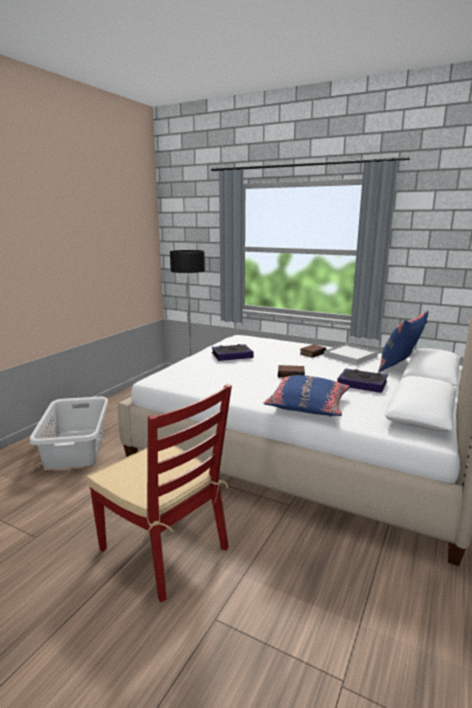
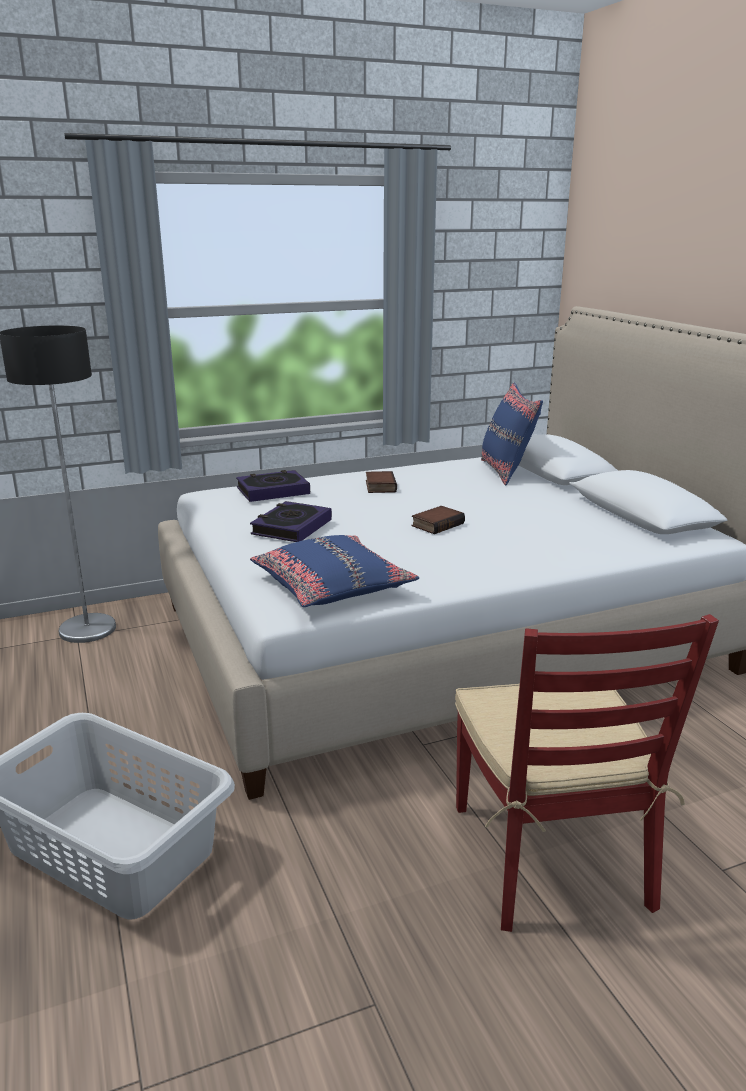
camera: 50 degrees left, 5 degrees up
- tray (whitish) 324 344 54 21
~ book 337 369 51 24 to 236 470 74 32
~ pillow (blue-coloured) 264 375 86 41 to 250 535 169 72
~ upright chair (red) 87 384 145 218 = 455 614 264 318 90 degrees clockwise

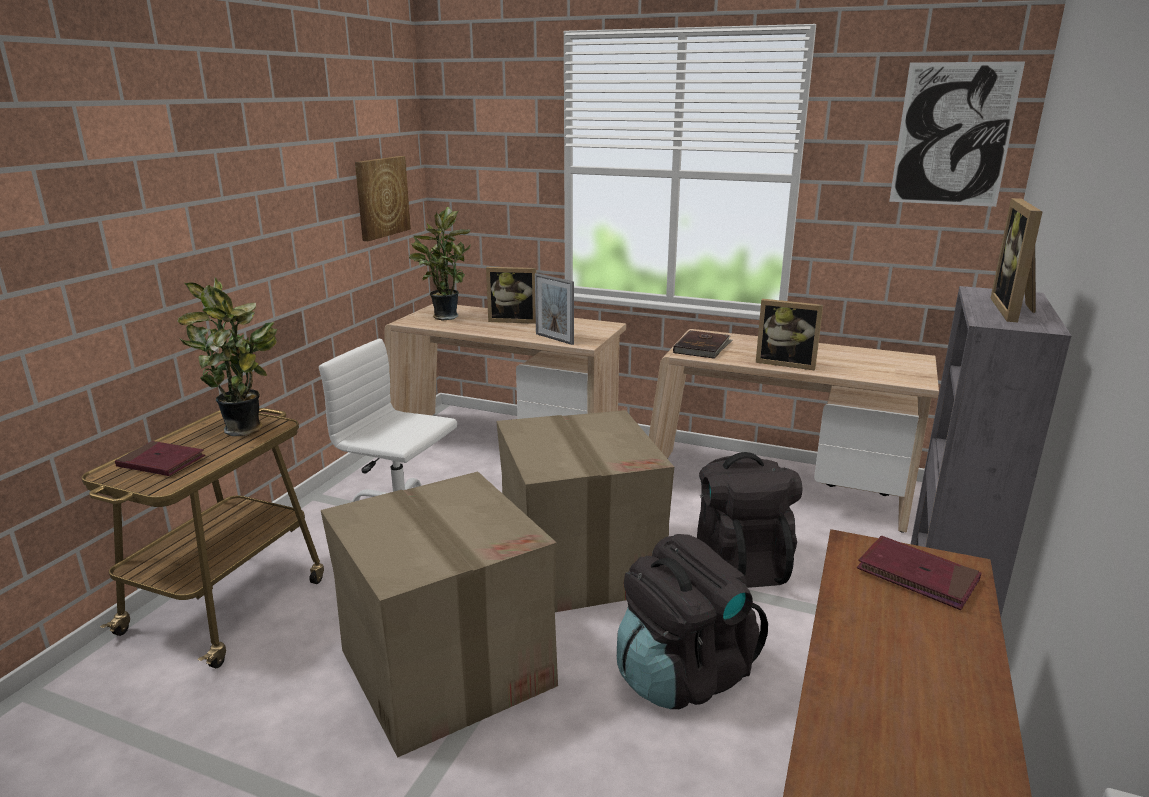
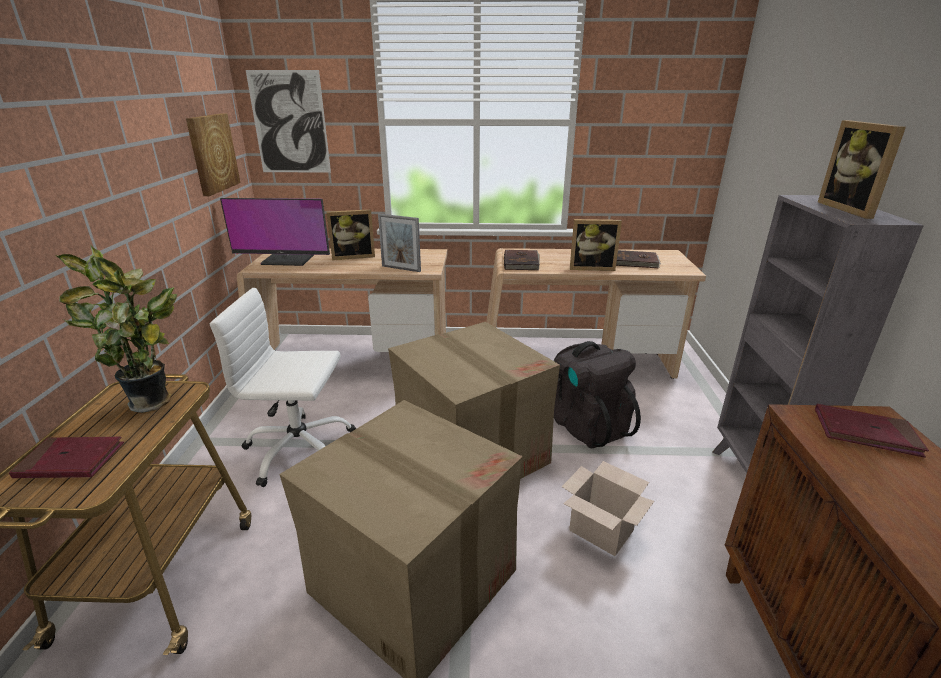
camera: 20 degrees left, 5 degrees up
~ picture 889 61 136 146 to 246 70 85 103
~ plant in a pot 409 207 62 114 to computer screen 220 198 110 68
~ backpack (blackish) 617 534 151 175 to carton 562 461 92 95
+ book (brownish) 616 250 45 18

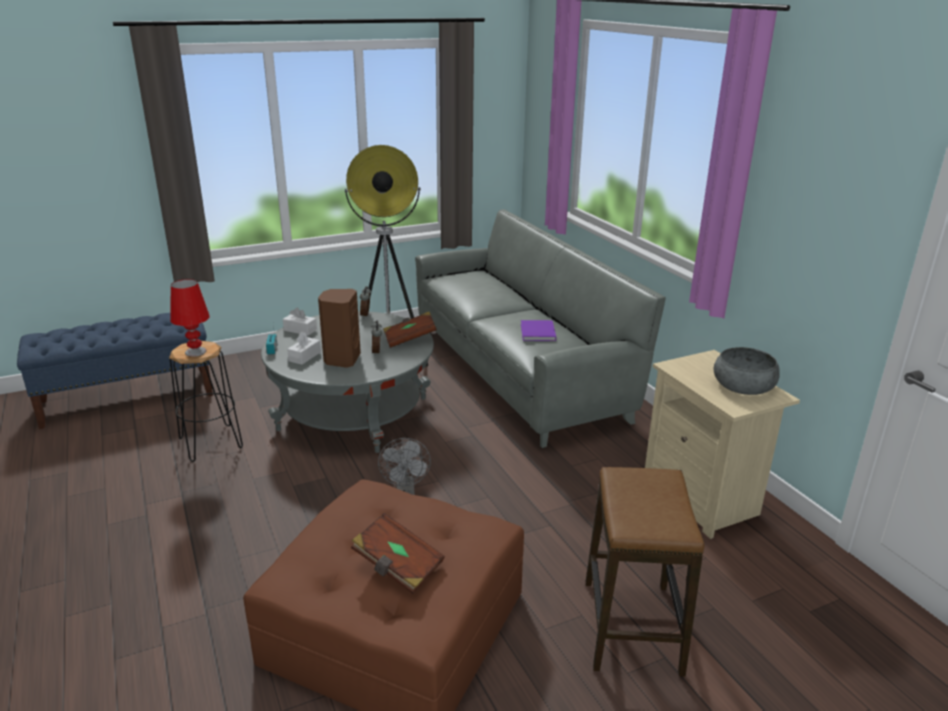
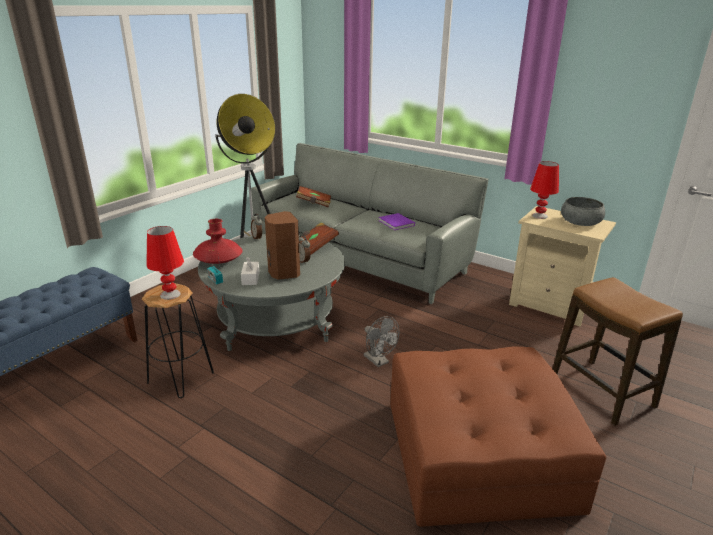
camera: 30 degrees left, 0 degrees up
~ box of tissues (whitish) 283 307 34 29 to vase (red) 193 219 50 45
~ book (brownish) 351 513 94 81 to 296 186 35 22
+ table lamp (red) 530 161 29 58

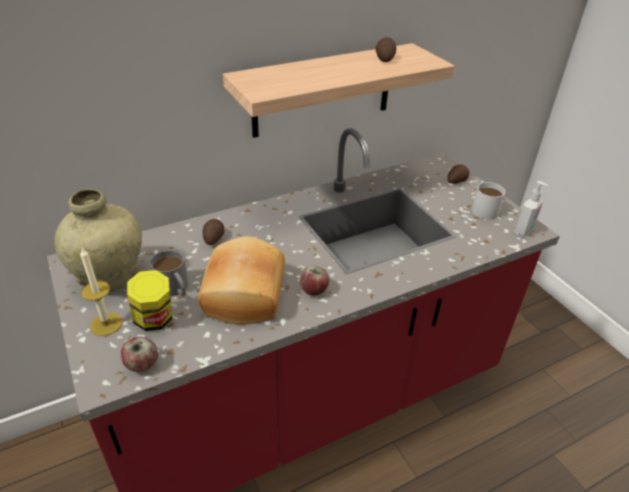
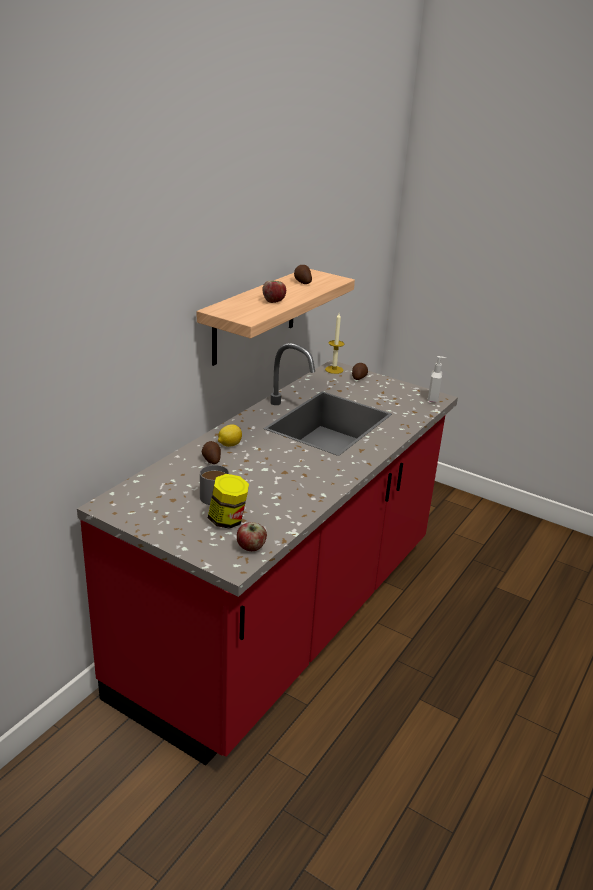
camera: 30 degrees left, 10 degrees down
- coffee mug (whitish) 472 182 33 38
- vase (beige-coloured) 54 189 88 103
- bread 198 236 87 89
~ candle 80 248 42 88 to 325 314 19 60
~ apple 300 266 29 30 to 262 280 24 23
+ whole lemon 218 424 24 23

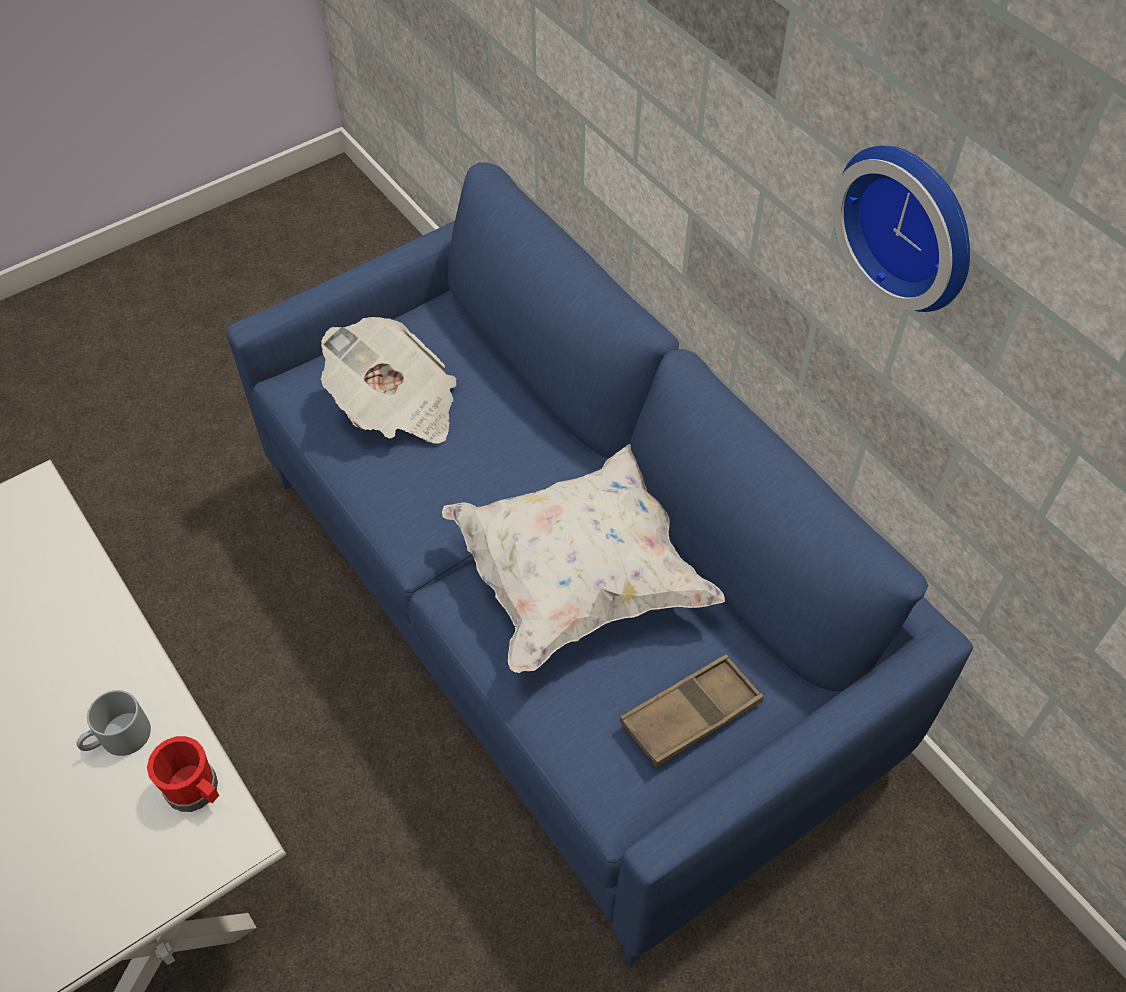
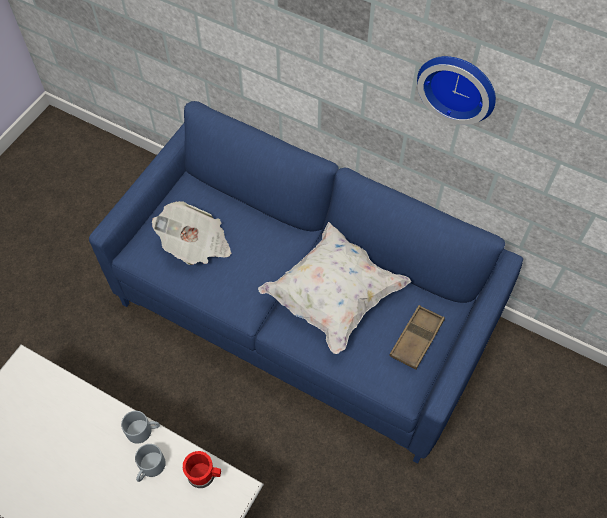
camera: 25 degrees left, 5 degrees up
+ coffee mug (greyish) 121 411 39 32

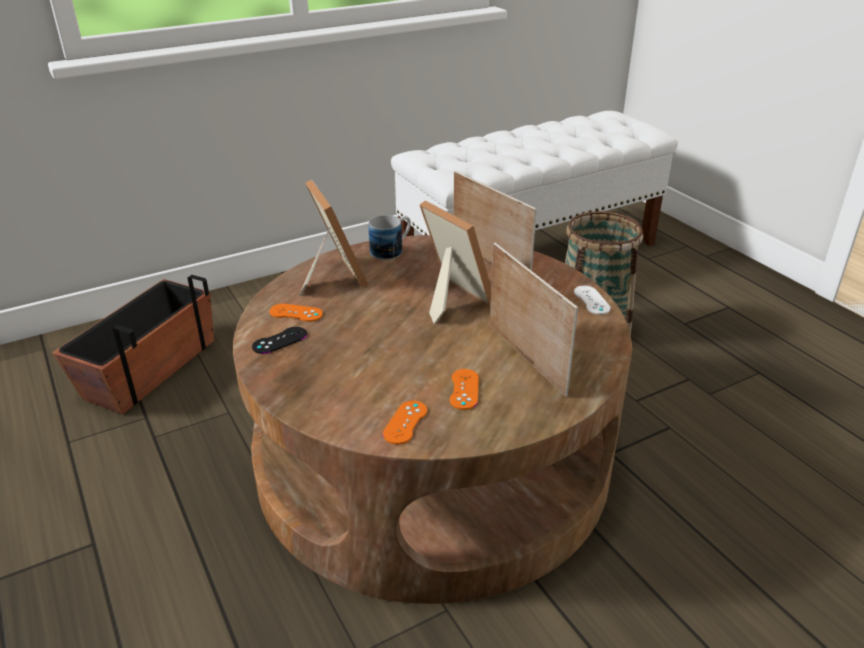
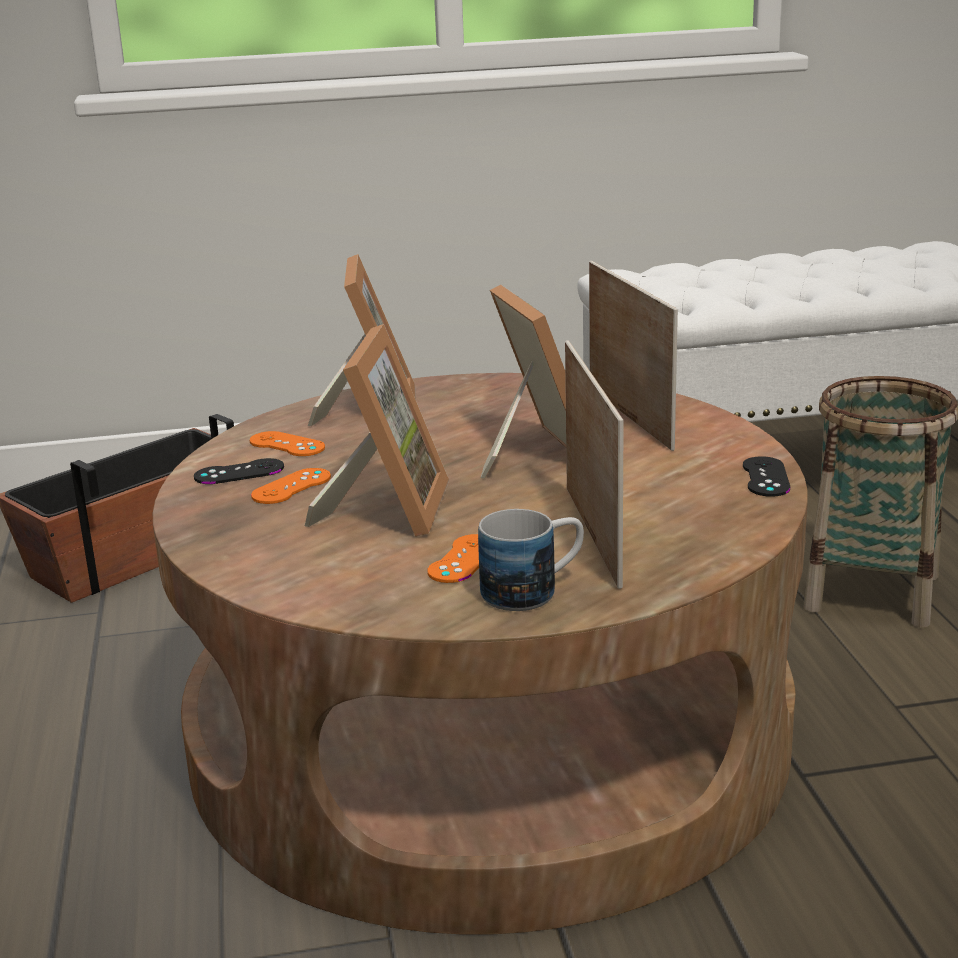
camera: 20 degrees right, 10 degrees down
~ coffee mug 369 215 42 45 to 478 509 106 102
~ joypad (whitish) 574 286 37 29 to joypad (blackish) 743 456 47 41
~ joypad (orangey) 383 401 44 43 to 251 468 80 36
+ photo frame 305 324 144 213

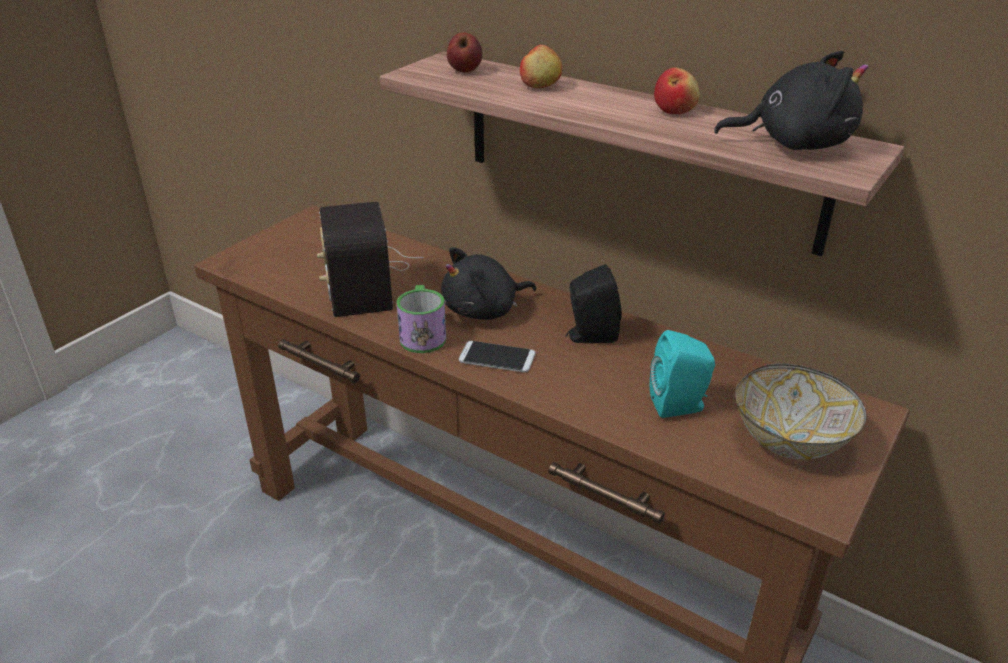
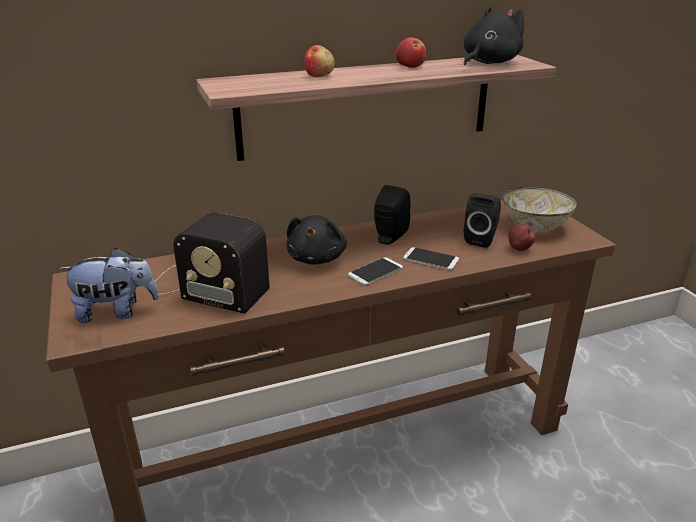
camera: 55 degrees left, 5 degrees down
~ apple 447 32 35 41 to 508 225 28 26
- coffee mug 397 285 49 68
~ speaker (turquoise) 650 330 65 88 to speaker (blackish) 464 193 37 55
+ telephone 403 247 56 23
+ cuddly toy 59 248 100 75

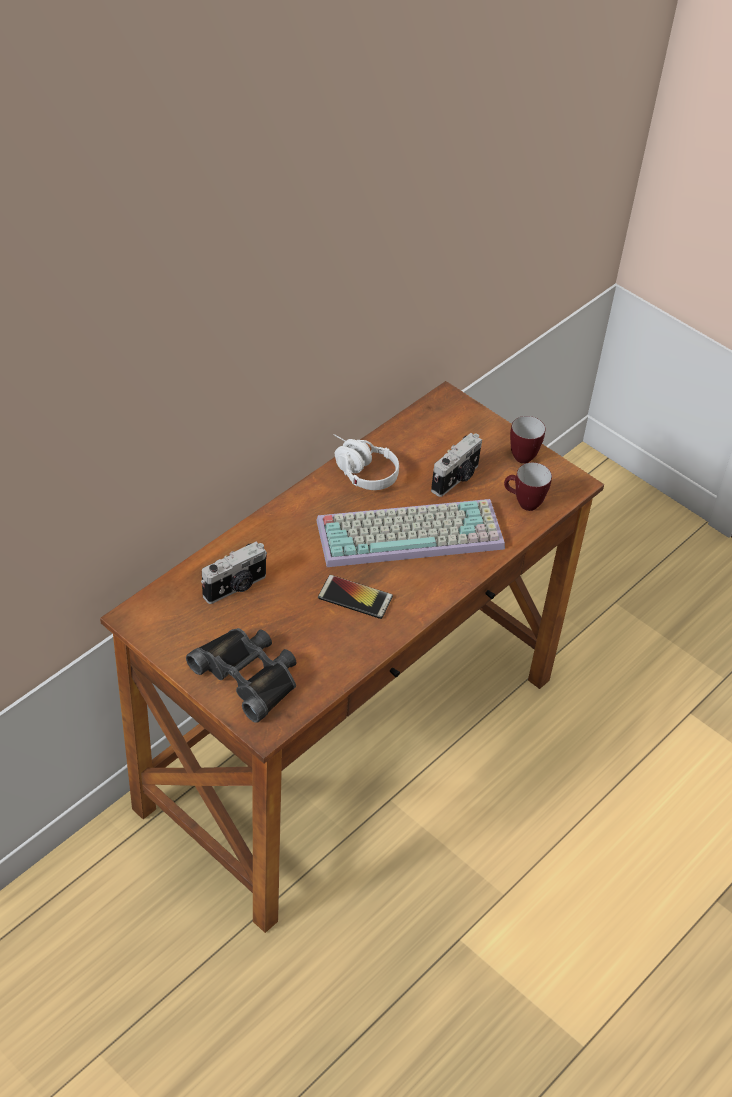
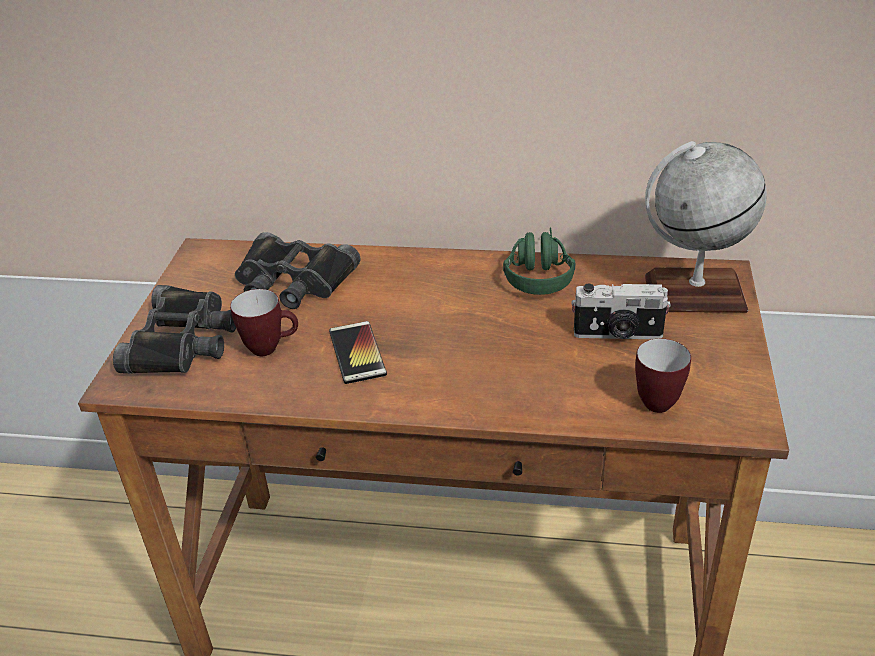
camera: 60 degrees right, 10 degrees down
~ coffee mug 510 416 35 48 to 230 289 68 67
~ headset (whitish) 333 434 66 56 to headset (green-coloured) 503 227 73 68
- PC keyboard 316 499 189 68
~ still camera 201 541 66 63 to field glasses (blackish) 235 232 126 77
+ globe 645 141 122 172

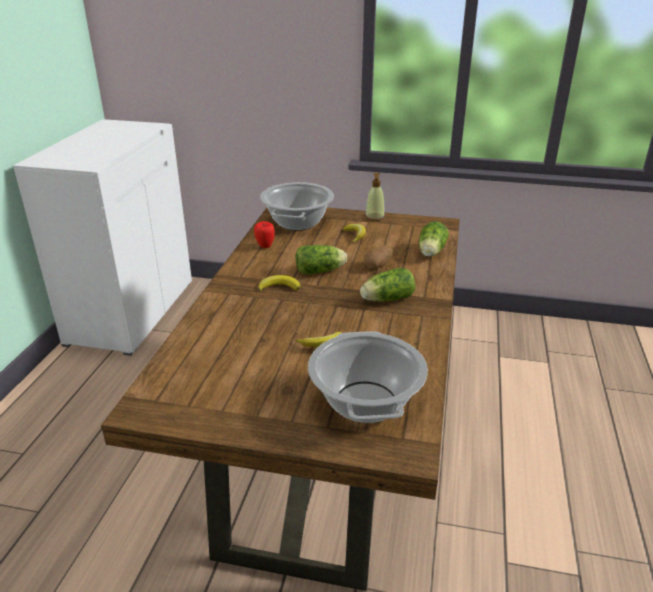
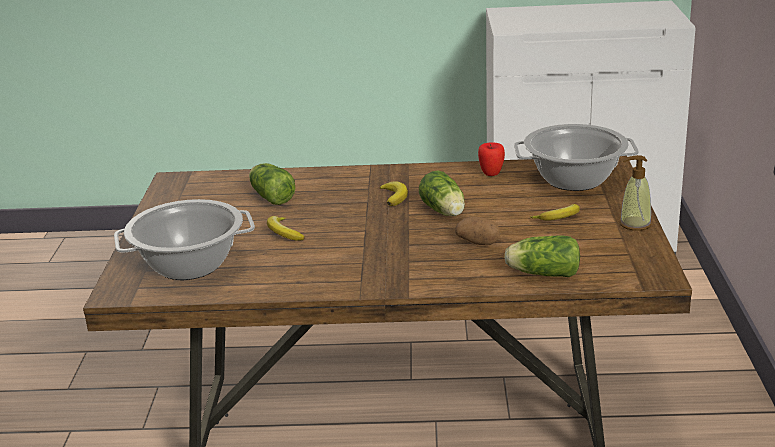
camera: 80 degrees right, 5 degrees down
~ lettuce head 360 268 55 34 to 249 163 46 42

